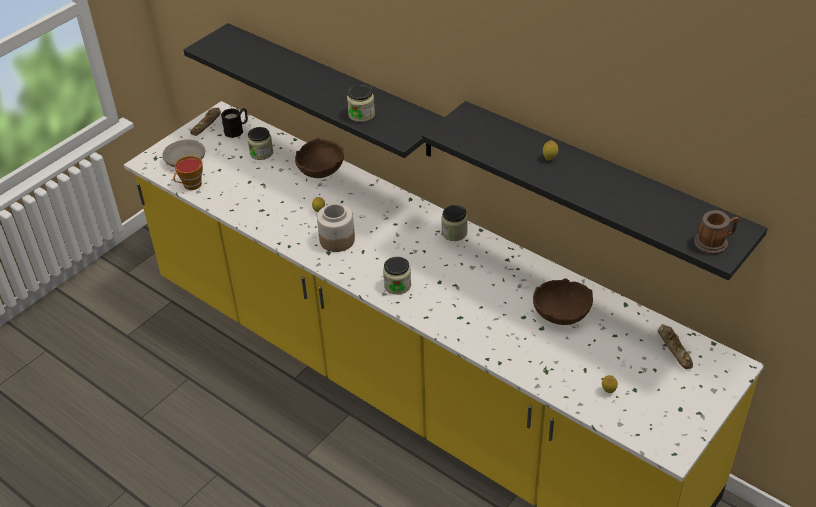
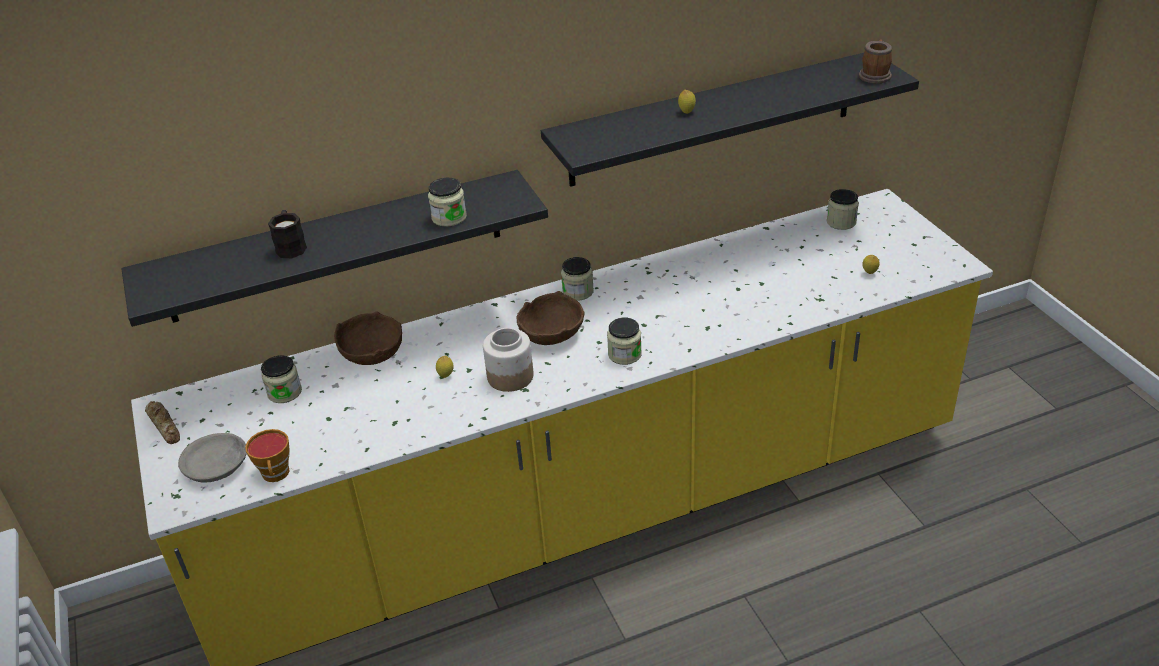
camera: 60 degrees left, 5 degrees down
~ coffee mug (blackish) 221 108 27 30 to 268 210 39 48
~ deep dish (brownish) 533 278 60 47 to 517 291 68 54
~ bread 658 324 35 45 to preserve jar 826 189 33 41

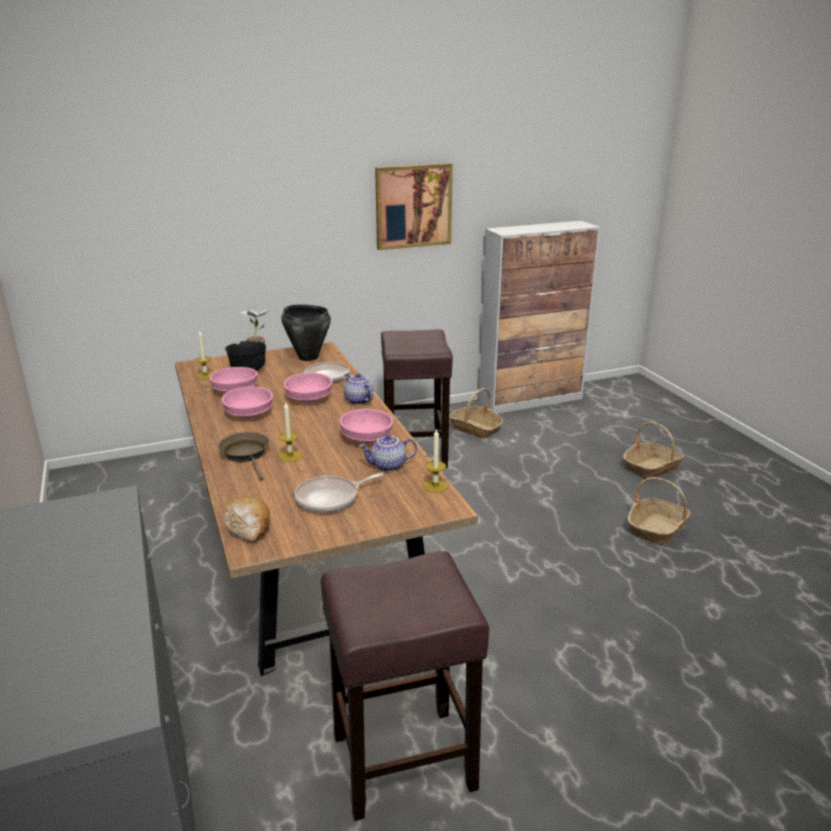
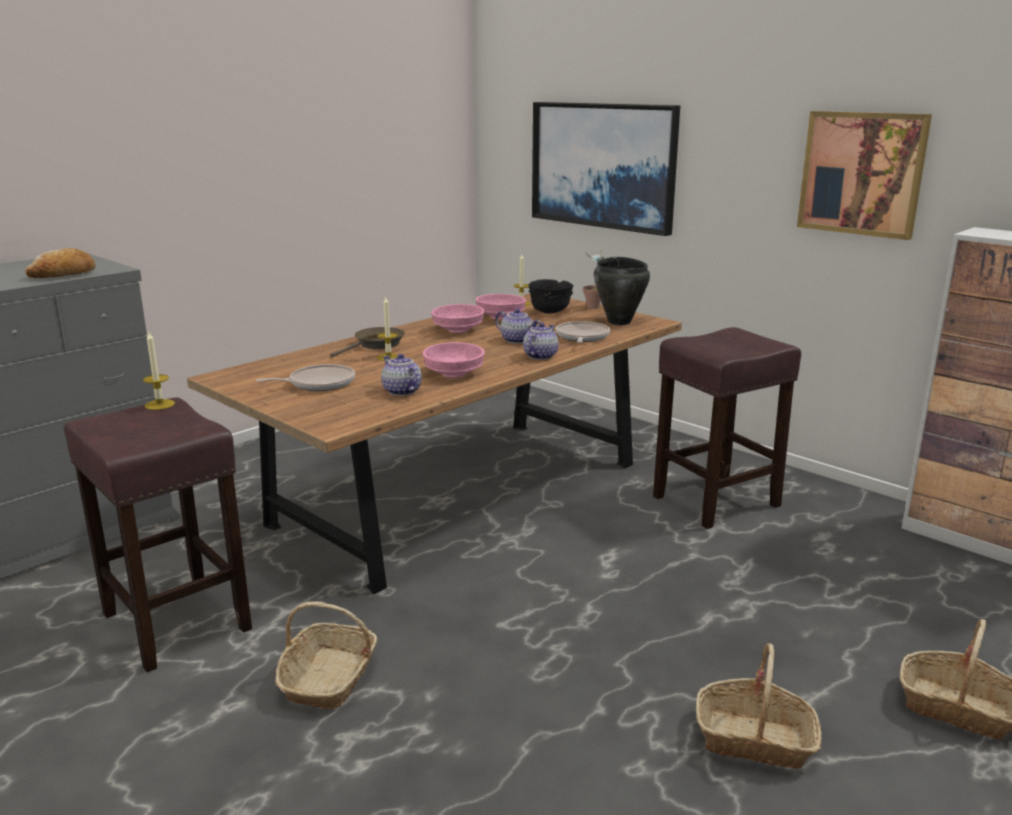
camera: 65 degrees right, 5 degrees down
~ deep dish (pink) 284 373 49 30 to tea pot 495 308 45 36
~ household basket 449 388 54 51 to 275 601 102 108
~ candle 424 428 24 65 to 143 332 32 78
~ pan 294 473 89 40 = 256 364 99 27 120 degrees clockwise
~ bread 225 496 45 46 to 25 248 71 30
+ picture 532 102 148 134

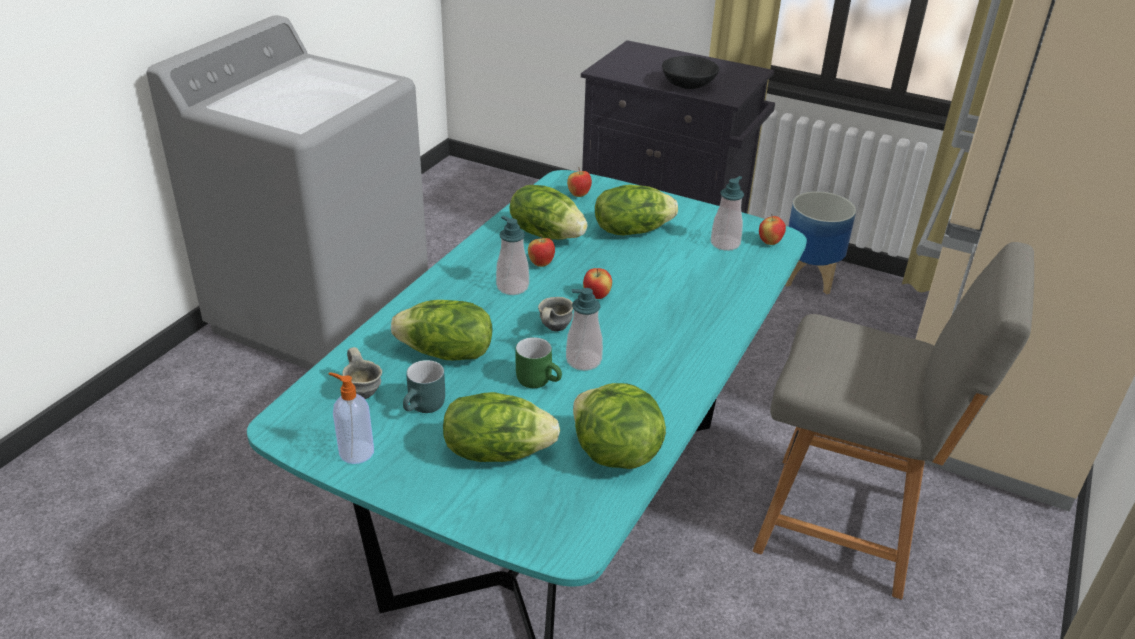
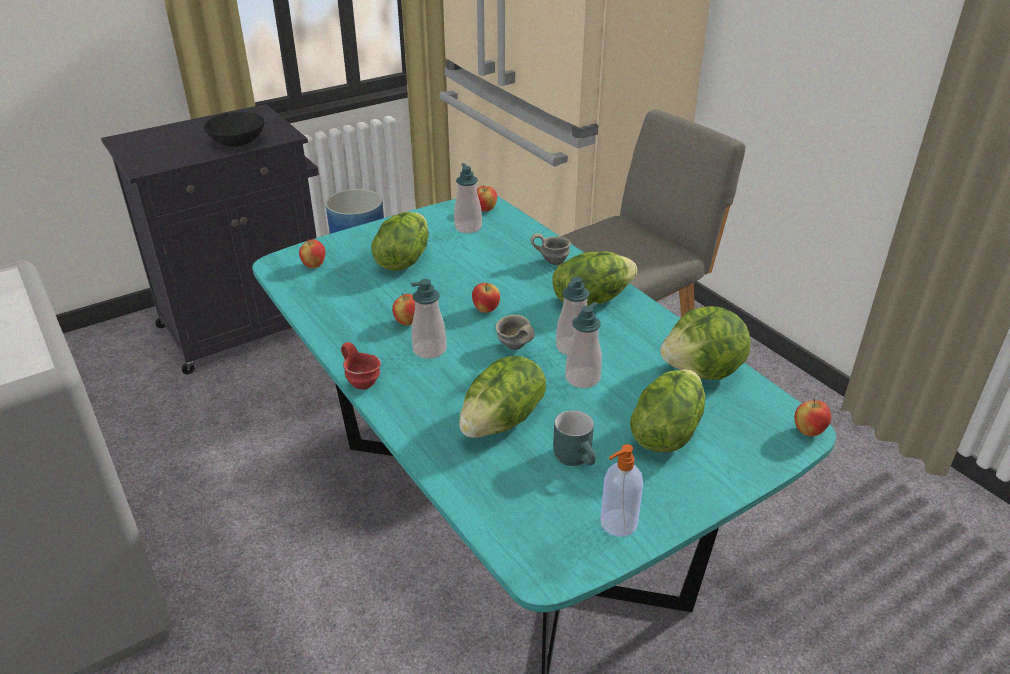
camera: 60 degrees left, 0 degrees up
~ lettuce head 510 185 77 55 to 552 251 85 55
~ coffee mug (green-coloured) 516 337 46 51 to soap dispenser 565 302 37 87
~ coffee mug (greyish) 342 347 40 52 to 531 233 40 32
+ coffee mug (red) 341 342 40 48
+ apple 794 398 37 39

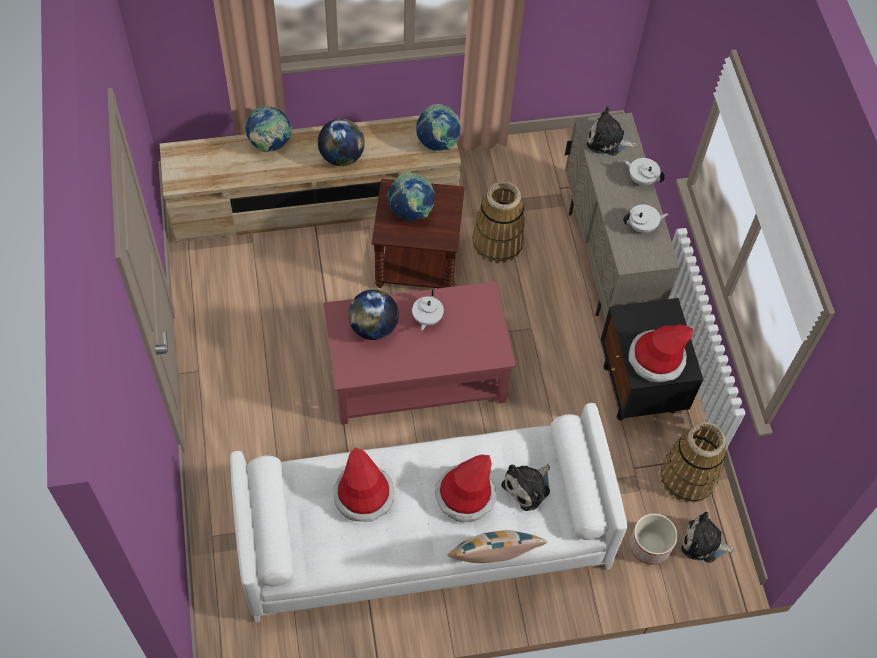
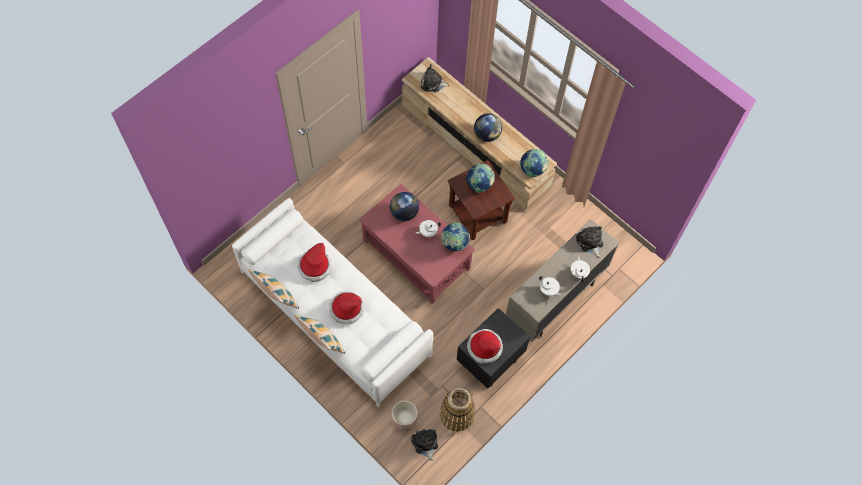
camera: 55 degrees right, 5 degrees up
~ globe 245 106 47 46 to 441 222 28 29
- household basket 472 181 53 83
~ cuddly toy 501 464 49 47 to 420 64 30 28
+ pillow 248 269 51 40

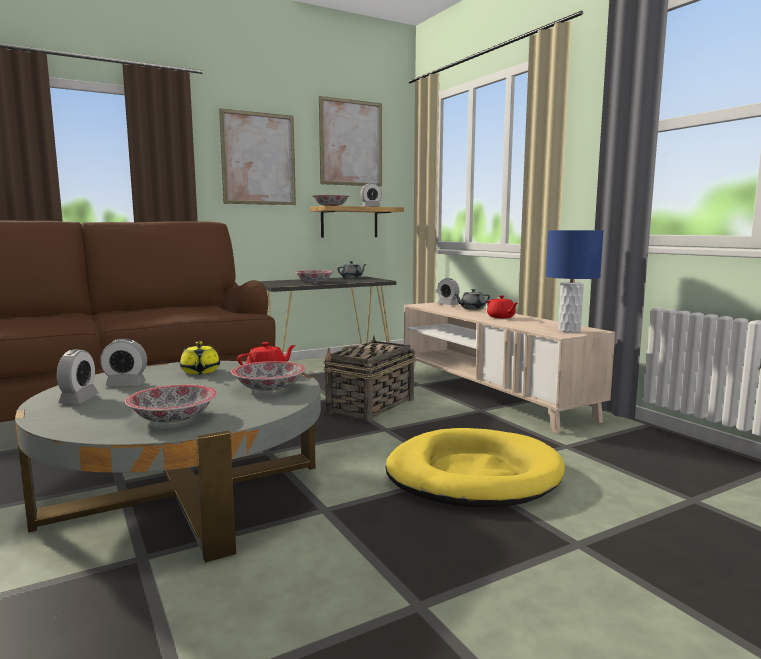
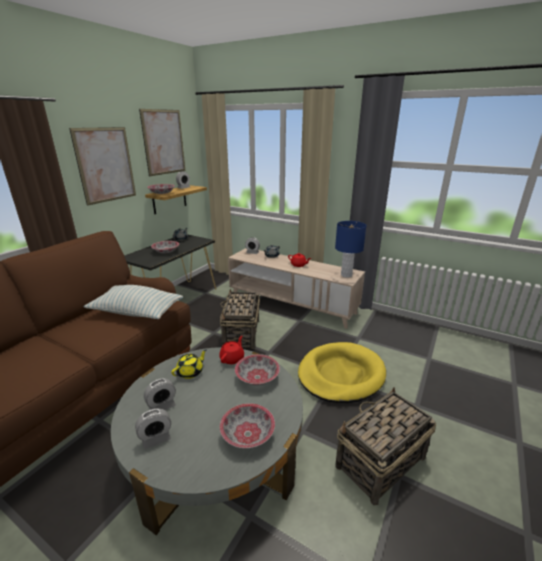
camera: 30 degrees left, 15 degrees up
~ tea pot (yellow) 180 341 40 33 = 171 349 36 30 90 degrees counterclockwise
~ alarm clock 57 349 42 55 = 135 409 36 40 90 degrees clockwise
+ pillow 84 285 99 34
+ household basket 335 387 101 118

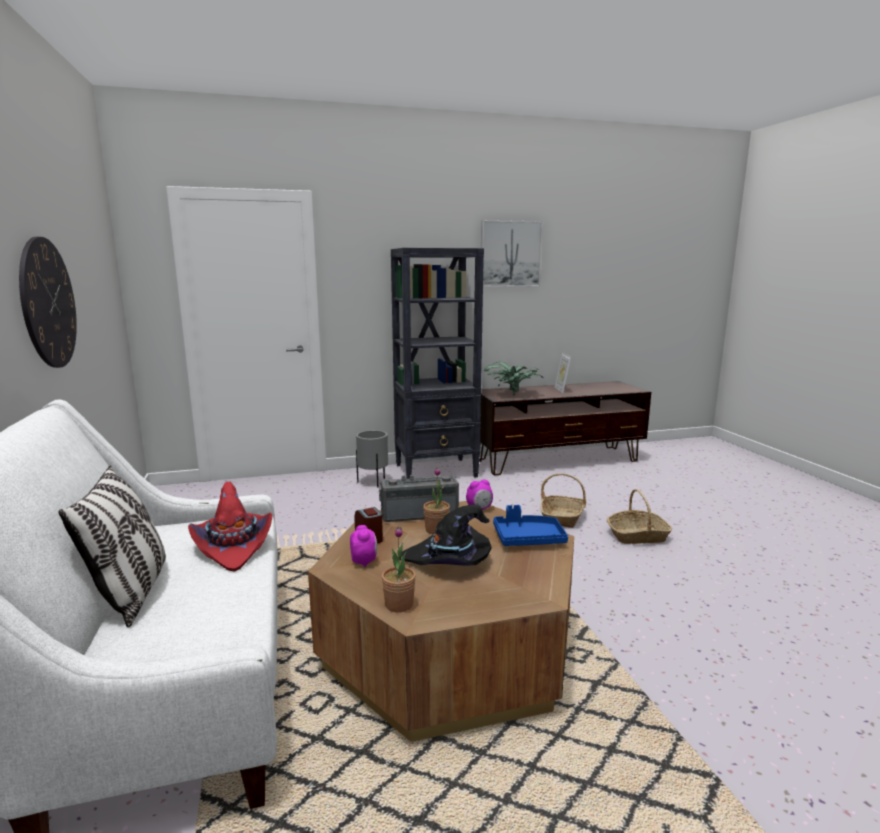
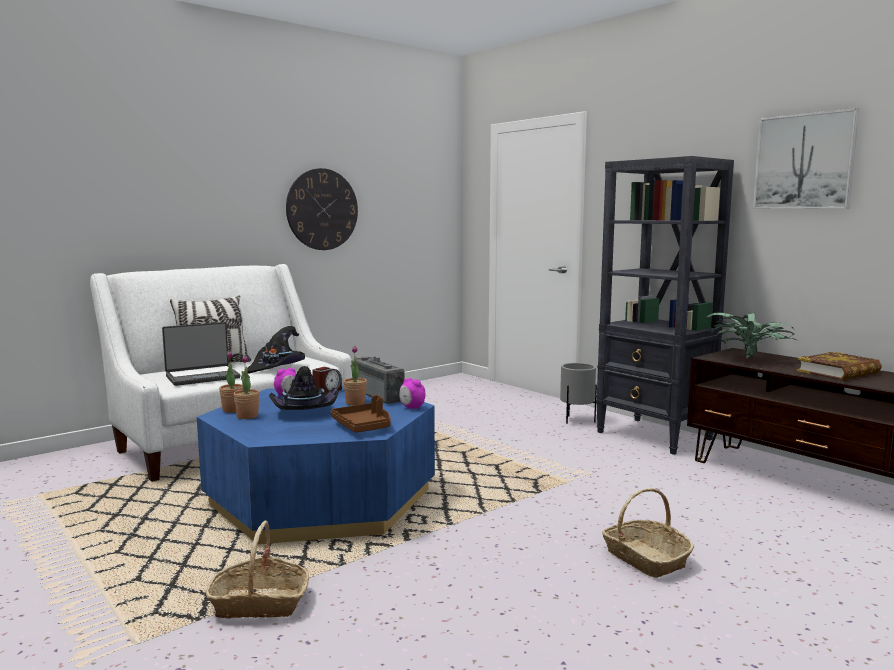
camera: 65 degrees right, 5 degrees down
~ photo frame 555 352 16 41 to book 797 352 85 28
~ household basket 541 473 45 55 to 206 521 103 98
~ hat (red) 188 482 84 90 to hat (blackish) 247 326 58 48
~ low table (brownish) 308 501 266 241 to low table (blue-coloured) 197 385 238 159
~ tray (blue-coloured) 493 505 75 41 to tray (brownish) 331 395 60 38
+ laptop 162 322 78 64
+ plant in a pot 234 355 25 64

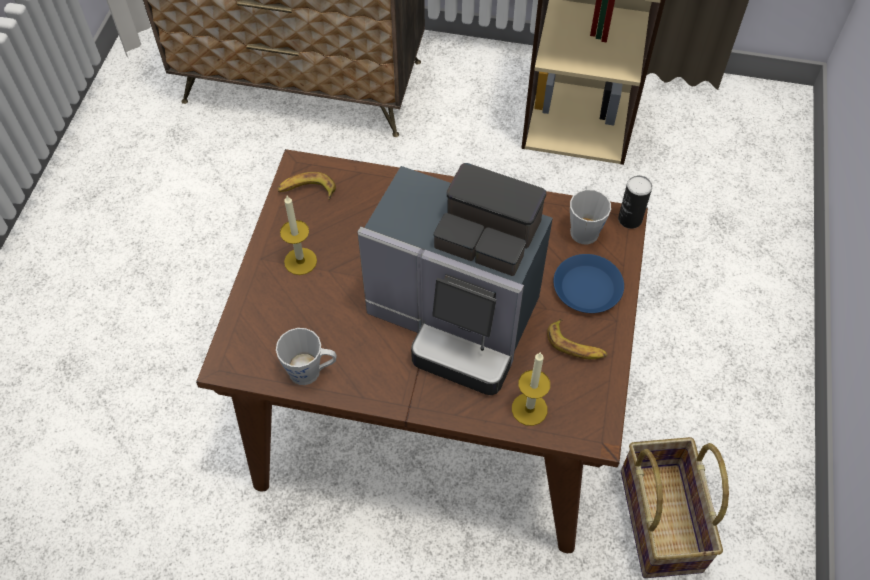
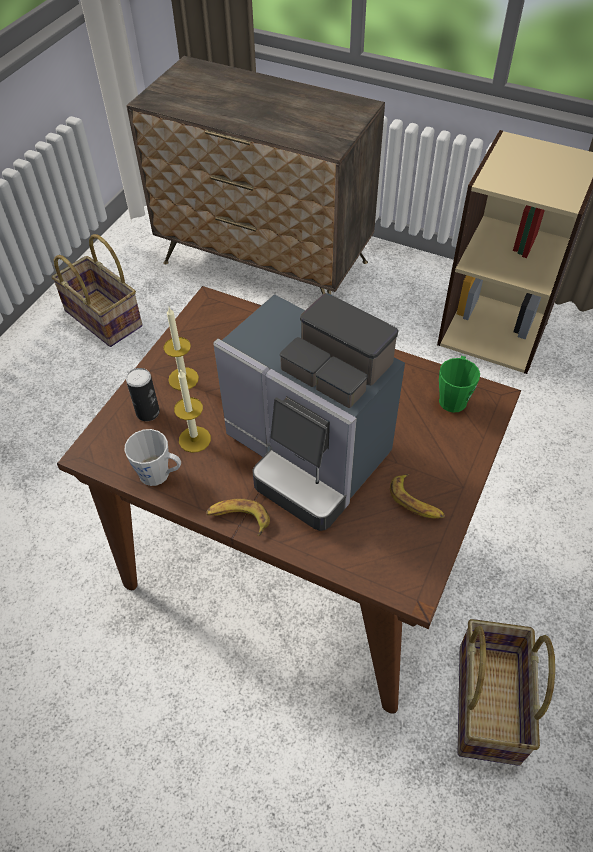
camera: 15 degrees right, 5 degrees down
~ whole banana 277 172 59 28 to 206 499 64 37
~ can 618 175 34 54 to 126 368 34 53
~ coffee mug (greyish) 570 186 41 59 to coffee mug (green-coloured) 439 356 41 57
- dinner plate (blue-coloured) 553 254 71 59
~ candle 512 352 38 74 to 174 369 37 84
+ household basket 52 234 90 113

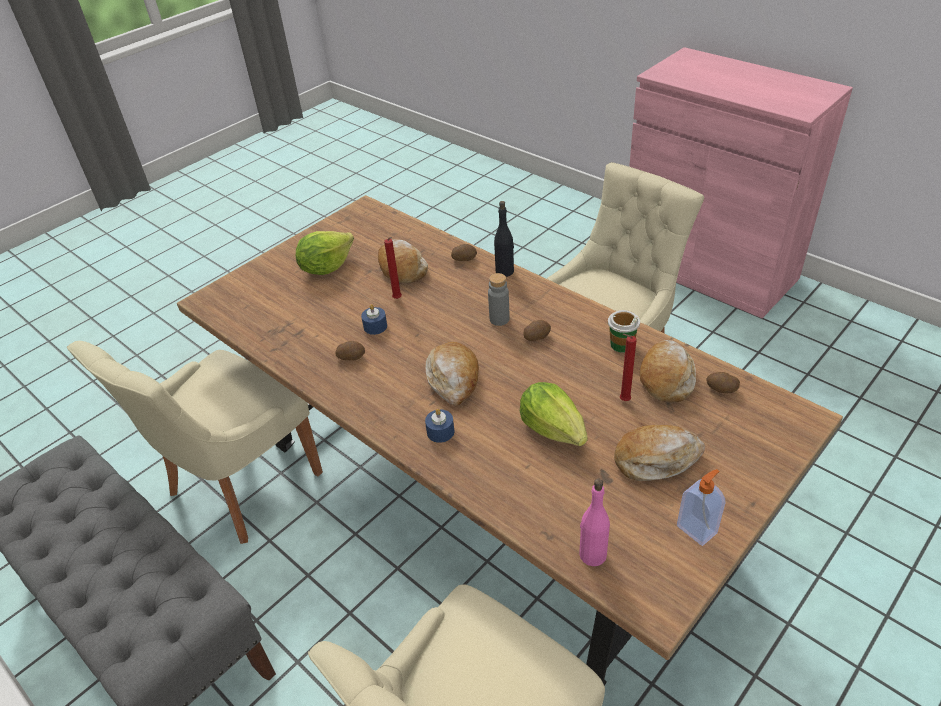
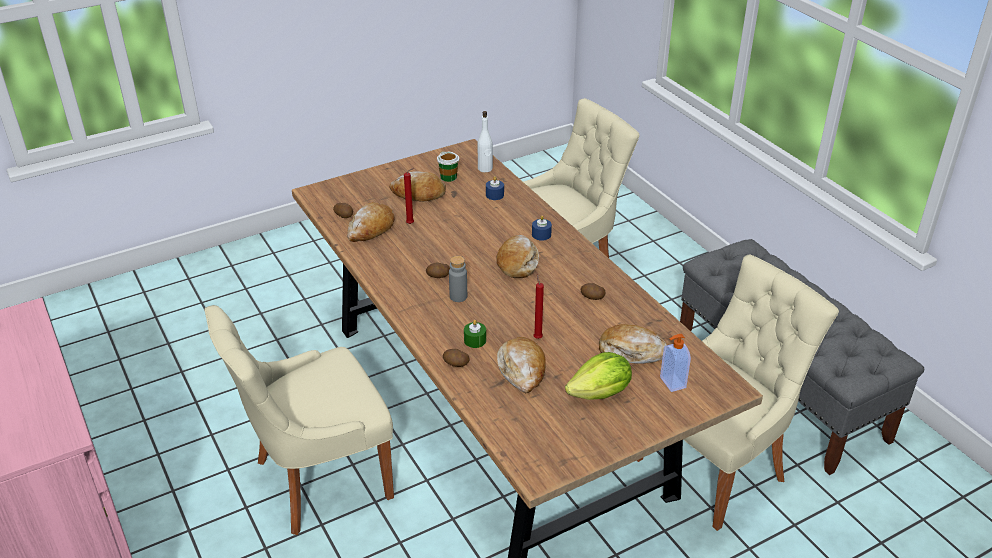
camera: 165 degrees left, 5 degrees down
- beverage bottle (blackish) 494 201 20 76
~ candle (blue-coloured) 361 304 26 31 to 486 176 18 24
~ small cup 608 310 32 42 to 437 151 22 31
- lettuce head 520 382 68 64
~ soap dispenser 677 469 48 77 to 660 334 31 58
~ beverage bottle (pink) 579 479 31 87 to beverage bottle (whitish) 478 111 15 61
+ candle (green-coloured) 464 320 22 28
+ bread 599 324 68 40

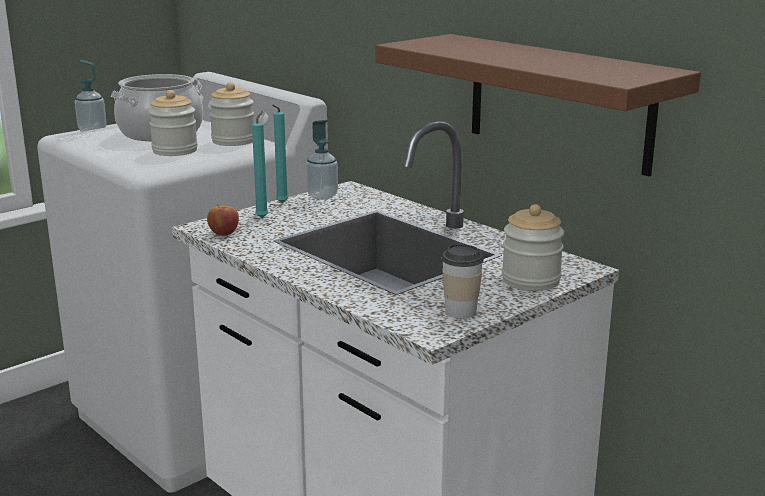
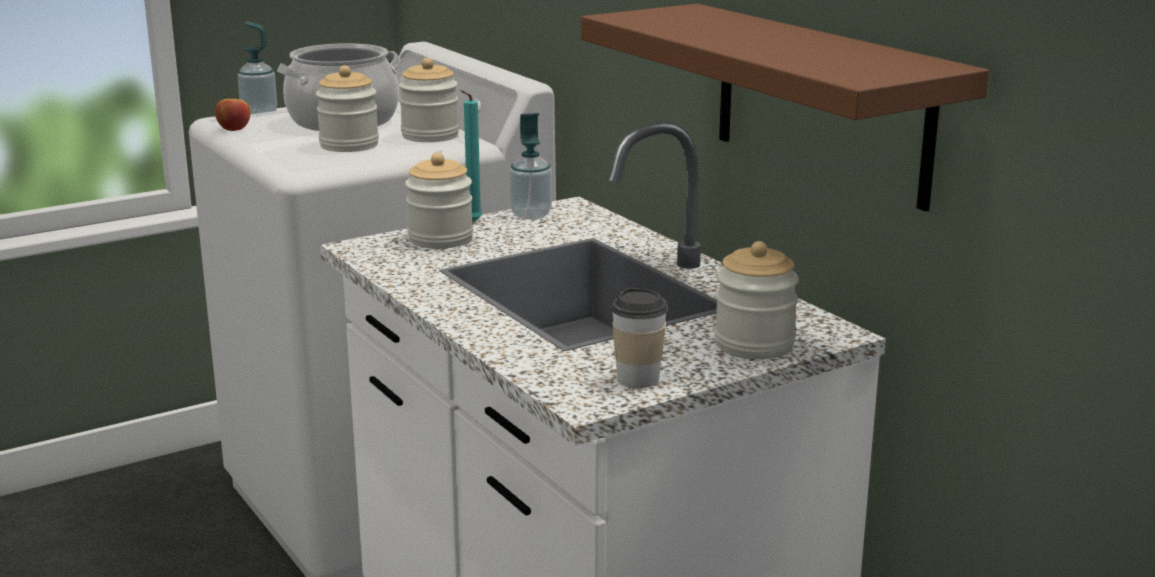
camera: 10 degrees right, 0 degrees up
~ candle (turquoise) 252 111 17 107 to preserve jar 405 153 68 96
~ apple 207 204 32 32 to 215 95 36 36

